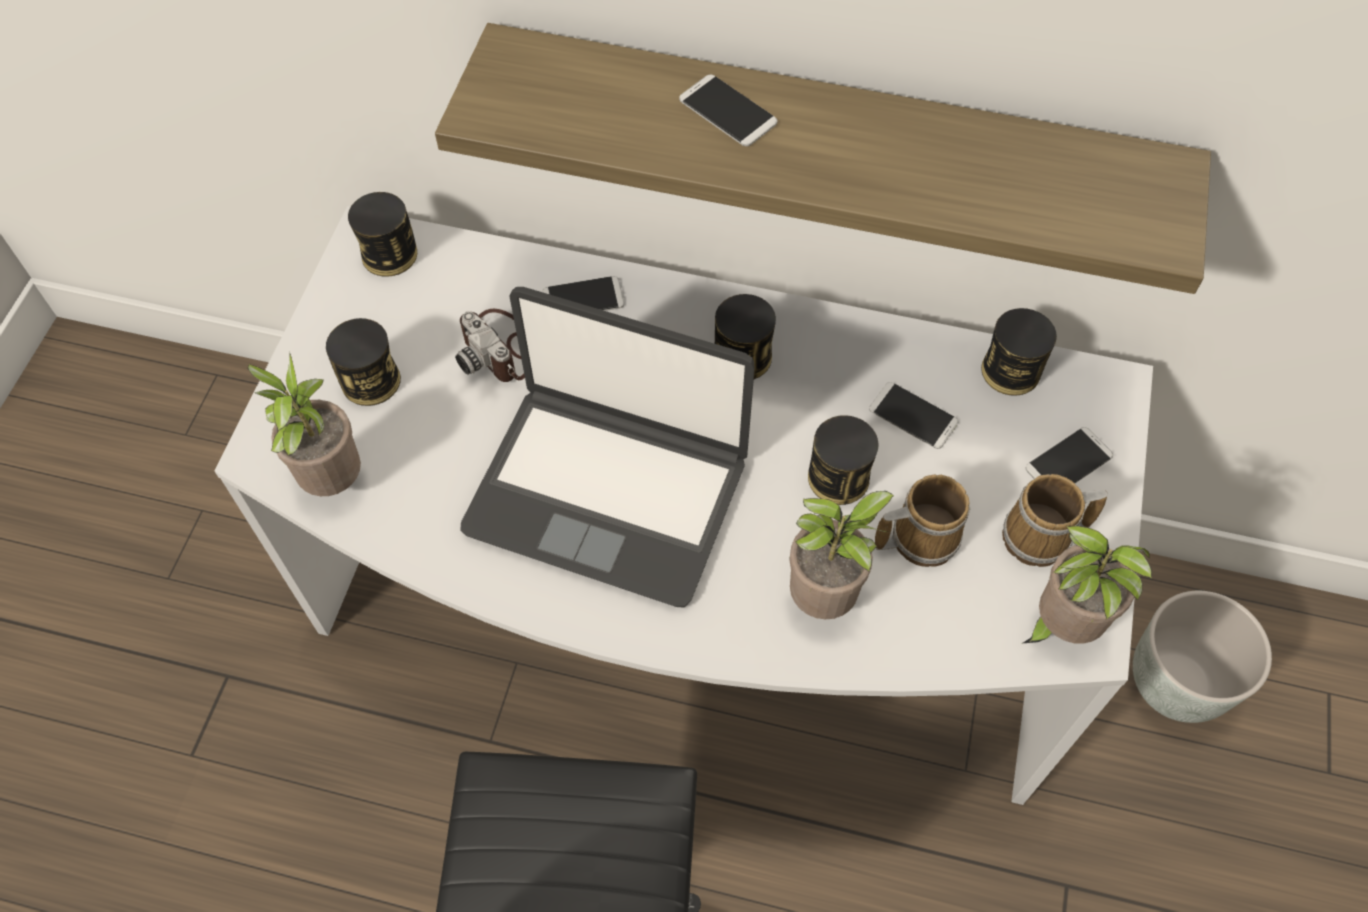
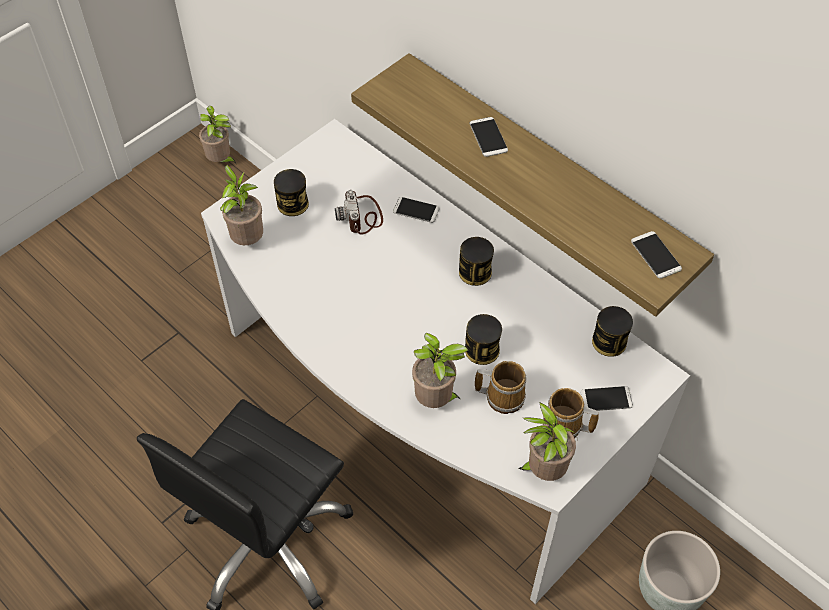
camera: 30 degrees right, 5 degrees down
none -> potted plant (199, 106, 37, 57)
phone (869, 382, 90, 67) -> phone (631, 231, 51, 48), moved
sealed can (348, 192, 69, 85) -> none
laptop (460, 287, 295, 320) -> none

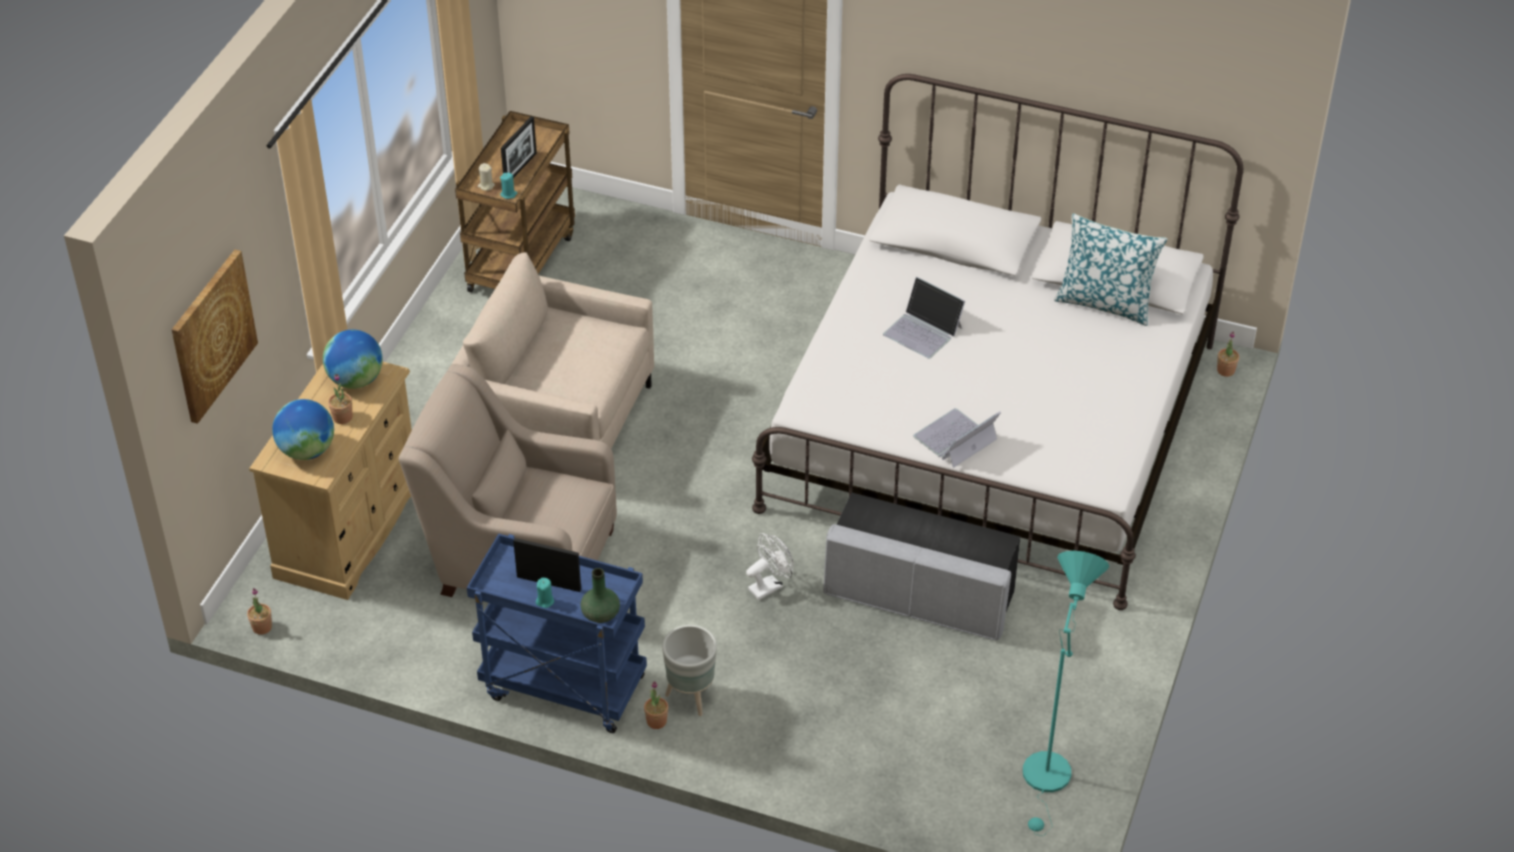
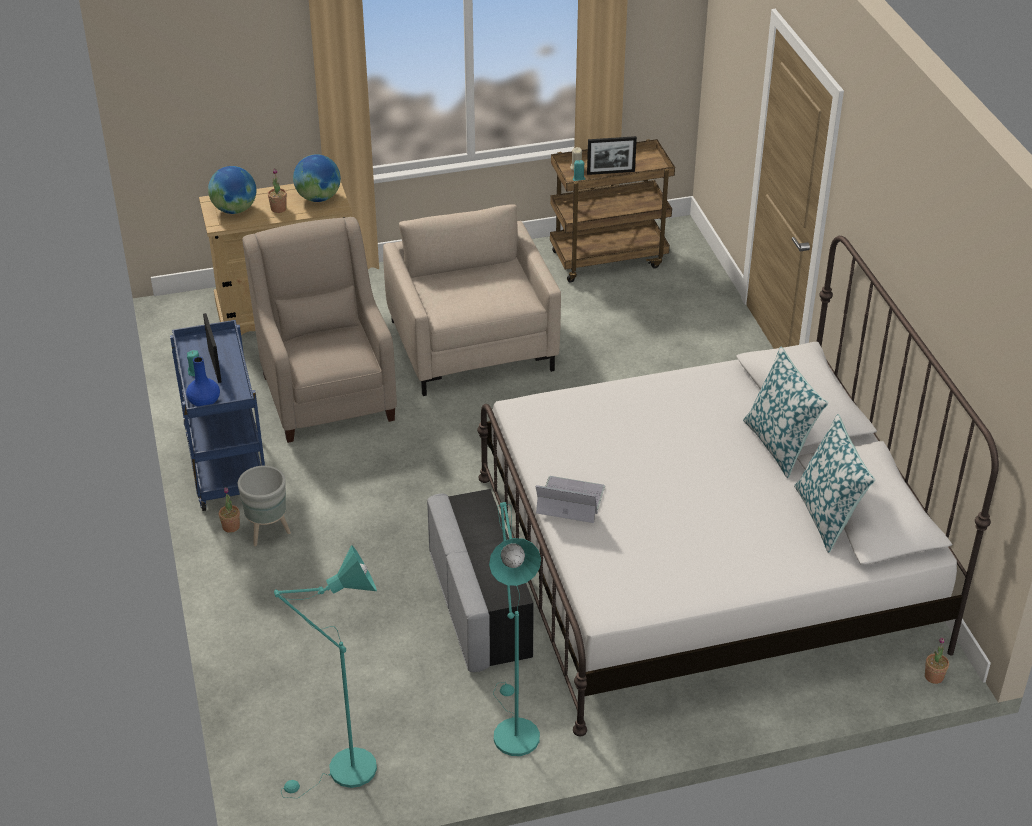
camera: 55 degrees right, 5 degrees down
green-coloured vase (581, 568, 39, 55) -> bluish vase (186, 357, 34, 49)
none -> turquoise-coloured standing lamp (489, 502, 52, 254)
none -> throw pillow (743, 346, 85, 132)
wall picture (172, 249, 86, 175) -> none
potted plant (247, 588, 25, 47) -> none
white cooling fan (746, 533, 48, 67) -> none
laptop (883, 277, 82, 81) -> none

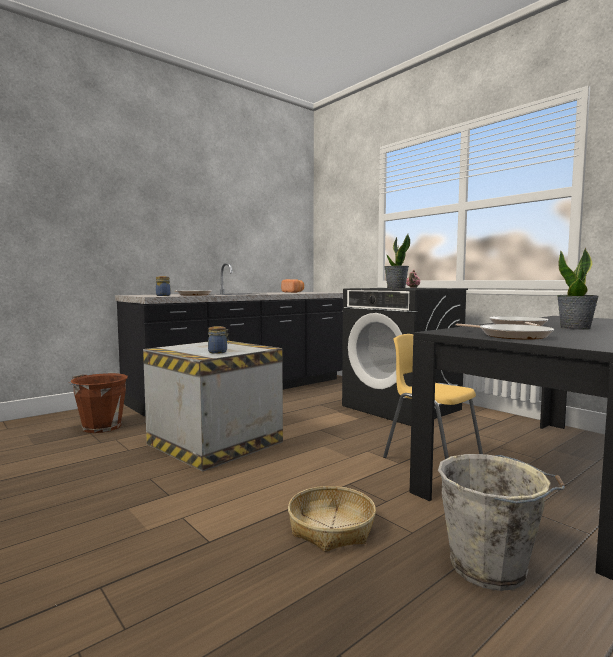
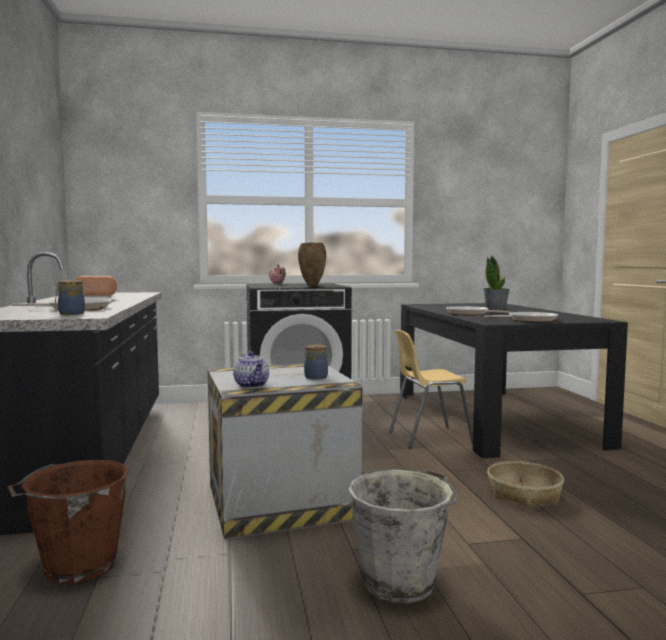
camera: 60 degrees left, 0 degrees up
none -> tea pot (233, 351, 36, 37)
potted plant (384, 234, 26, 55) -> brown-coloured vase (298, 243, 28, 44)
gray water bucket (438, 454, 128, 137) -> gray water bucket (348, 469, 110, 134), moved

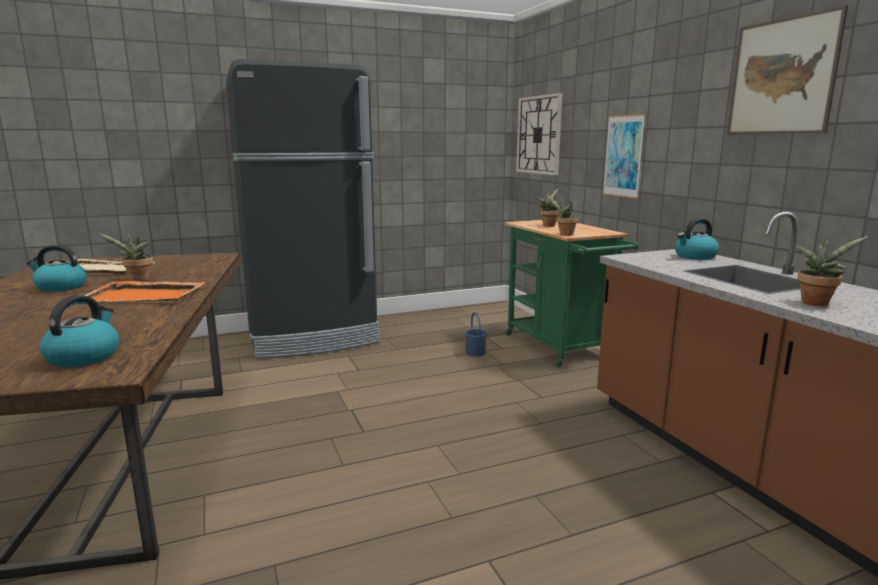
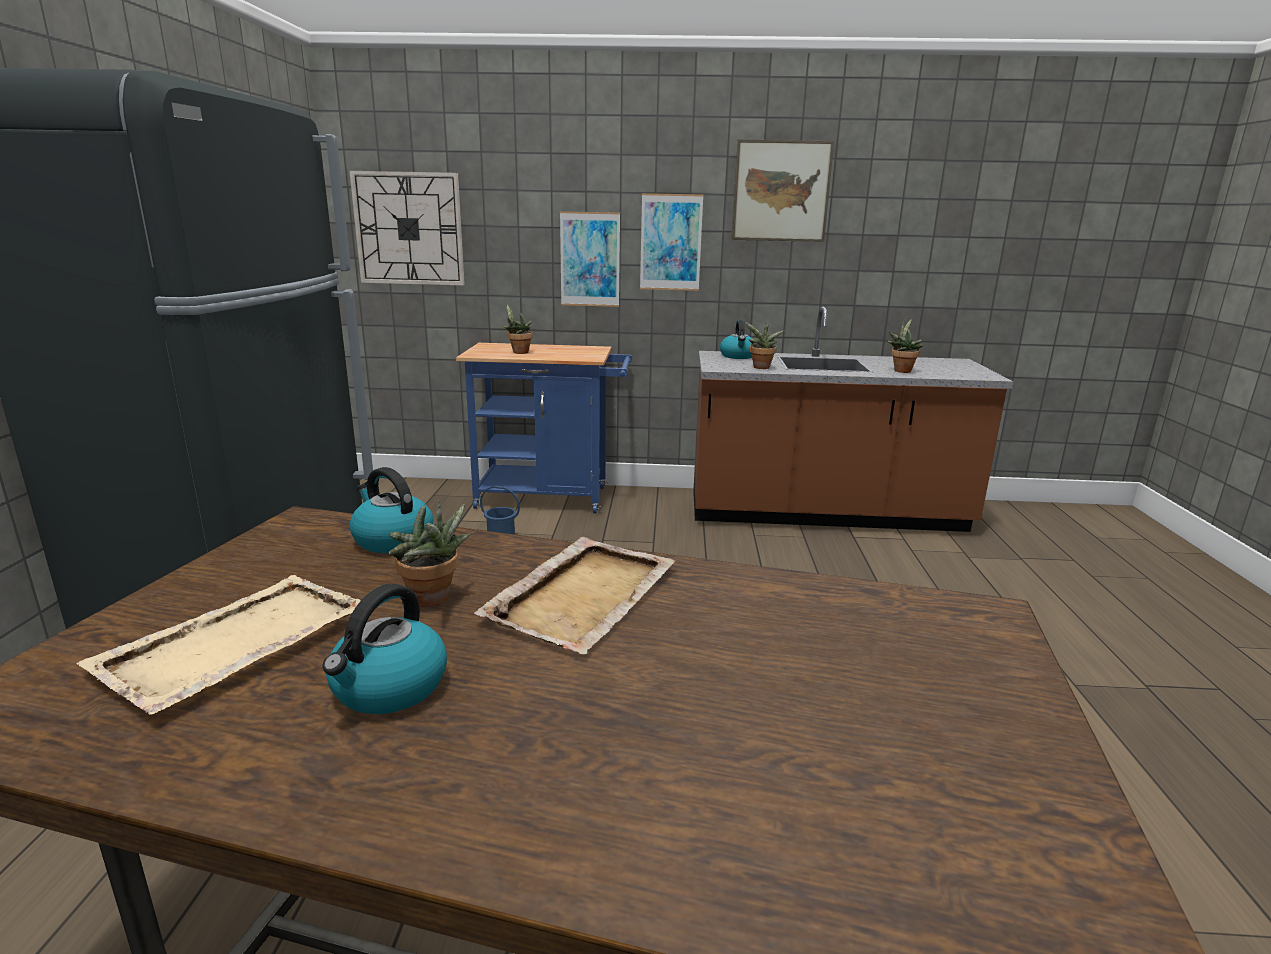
camera: 65 degrees left, 5 degrees up
kettle (40, 295, 79, 72) -> kettle (349, 467, 84, 86), moved
green-coloured cart (505, 220, 134, 148) -> bluish cart (456, 343, 176, 171)
orange-coloured tray (85, 281, 121, 21) -> beige tray (474, 537, 201, 117)
none -> wall picture (640, 193, 63, 98)
potted plant (545, 195, 33, 41) -> potted plant (744, 320, 41, 49), moved

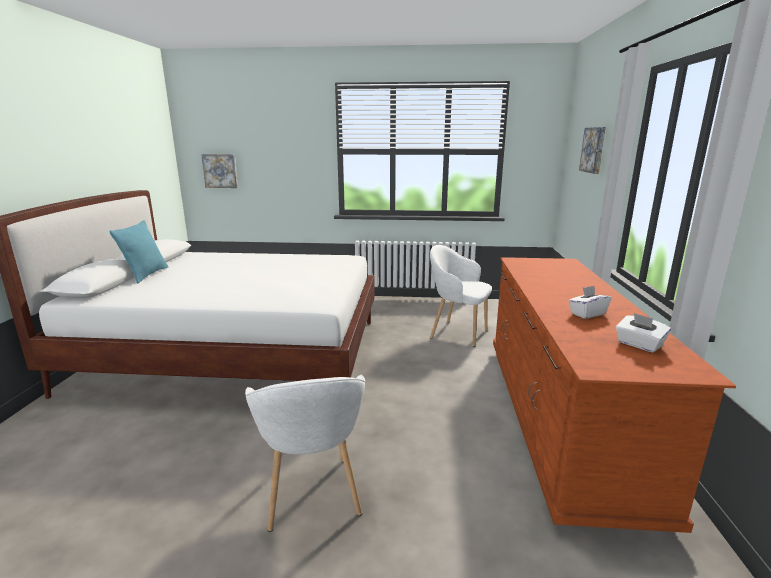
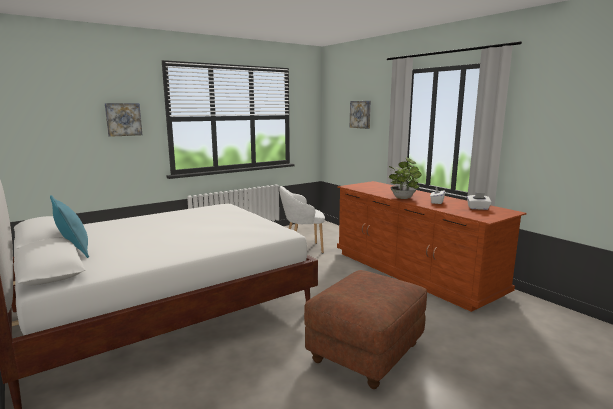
camera: 40 degrees left, 5 degrees down
wall picture (201, 154, 37, 34) -> wall picture (105, 103, 37, 34), moved
white lounge chair (245, 375, 120, 157) -> brown-coloured pouffe (304, 270, 123, 119)
none -> potted plant (388, 157, 33, 42)

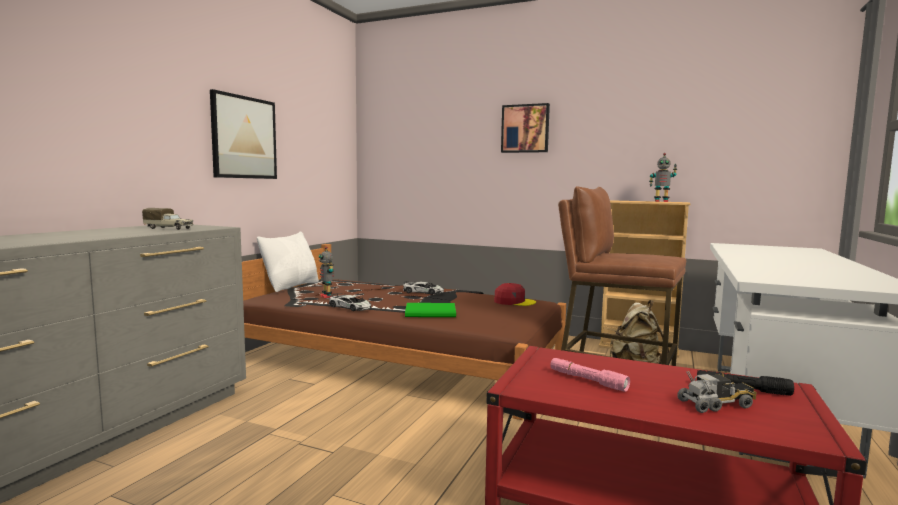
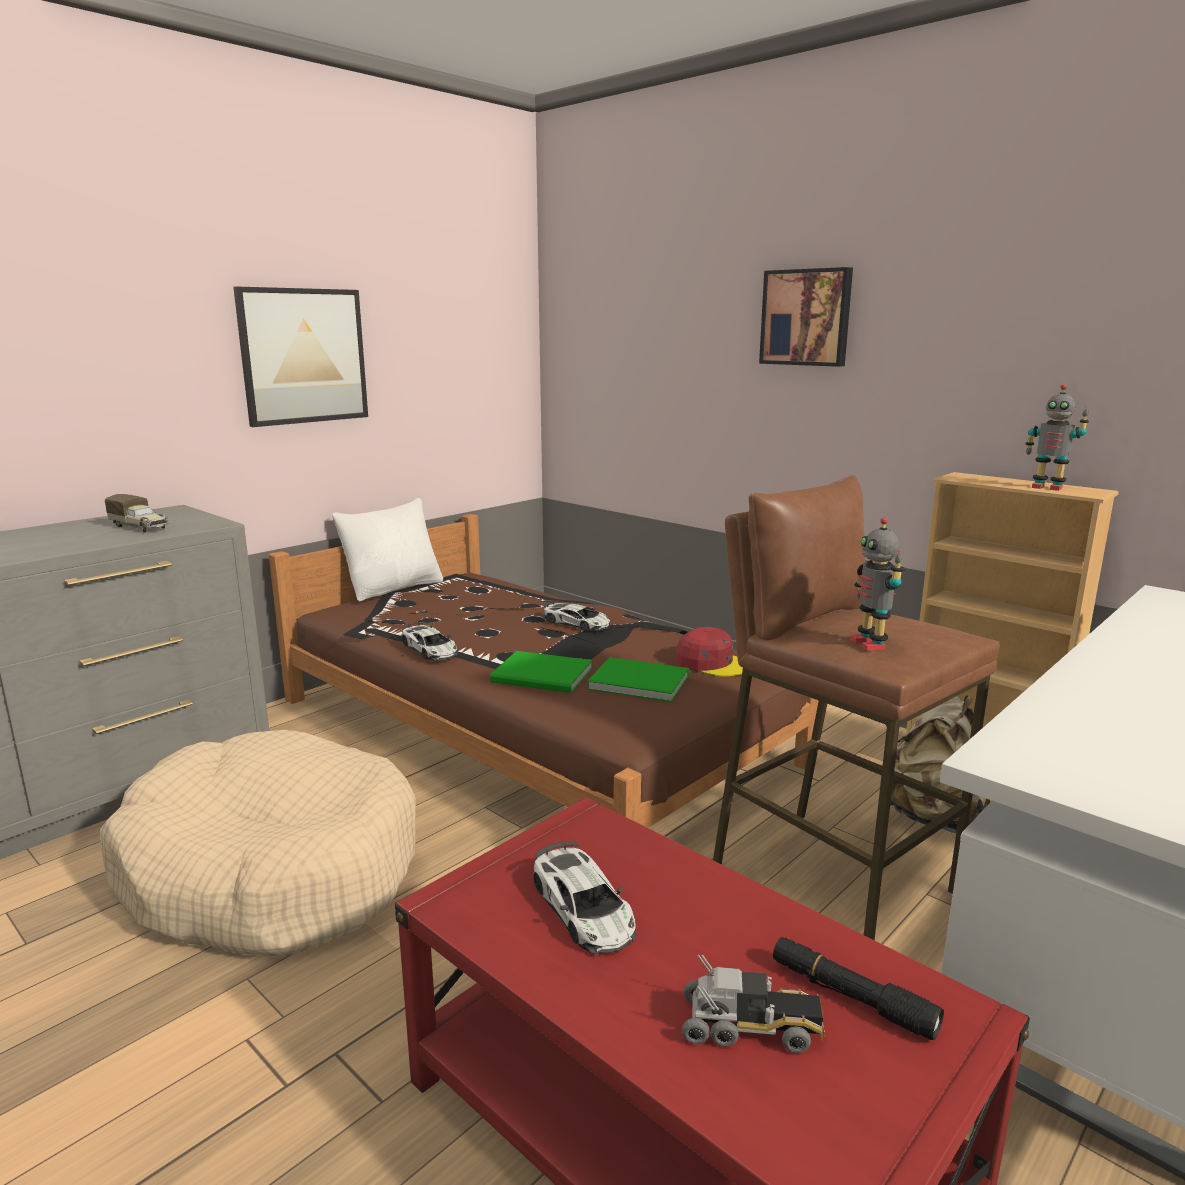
camera: 20 degrees right, 10 degrees up
none -> beige dog bed (100, 730, 316, 227)
pinkish hand torch (550, 358, 80, 34) -> model car (533, 842, 103, 112)
none -> green-coloured book (587, 657, 102, 45)
model robot (319, 247, 15, 51) -> model robot (850, 517, 55, 134), moved

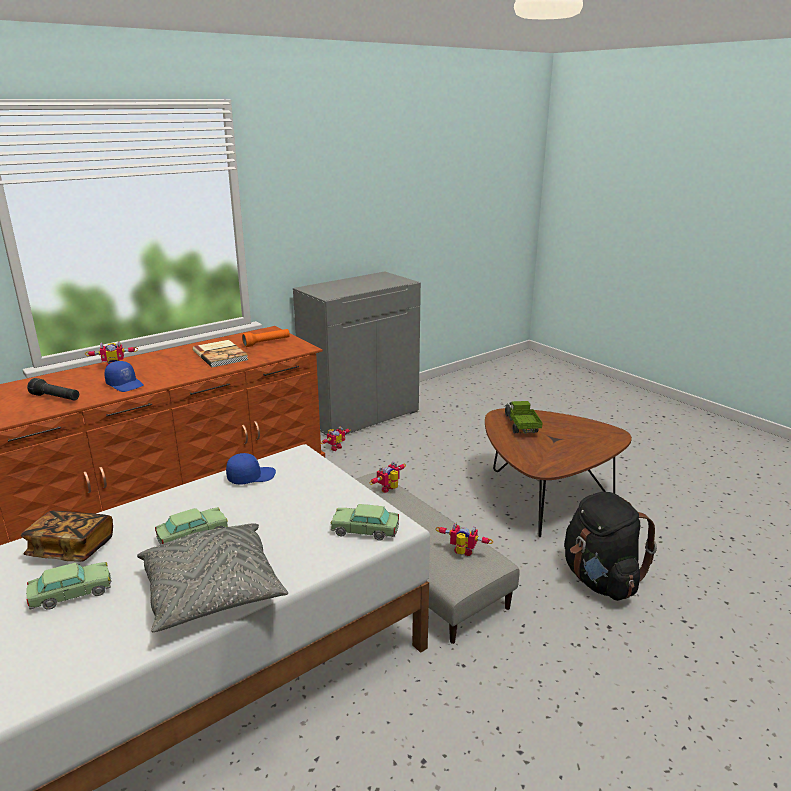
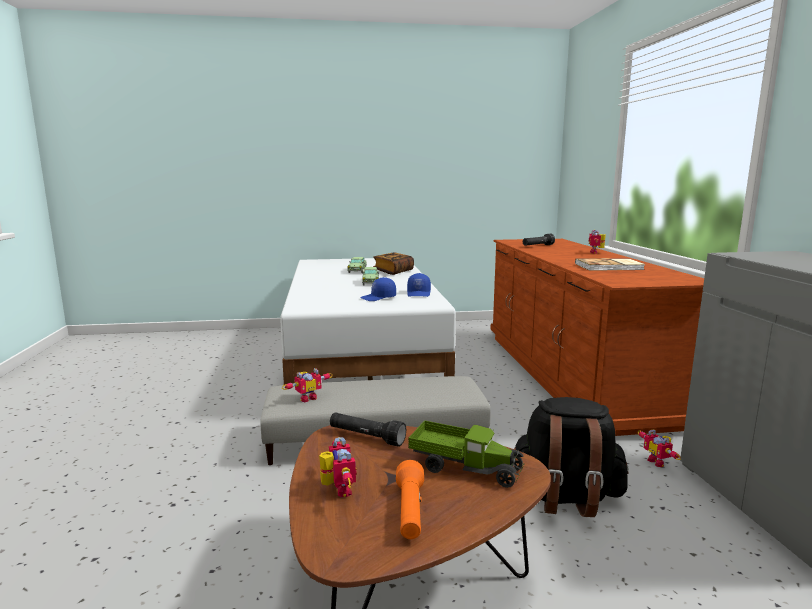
camera: 120 degrees right, 10 degrees down
model robot (369, 462, 37, 31) -> model robot (319, 437, 38, 60), moved
none -> blackish hand torch (330, 413, 76, 34)
bluish baseball cap (104, 361, 40, 31) -> bluish baseball cap (360, 277, 36, 24), moved
orange-coloured hand torch (242, 329, 48, 18) -> orange-coloured hand torch (396, 460, 28, 79), moved
blackish rucksack (564, 492, 93, 109) -> blackish rucksack (514, 397, 115, 120), moved
gray throw pillow (137, 524, 151, 108) -> none
model car (331, 504, 68, 37) -> none

